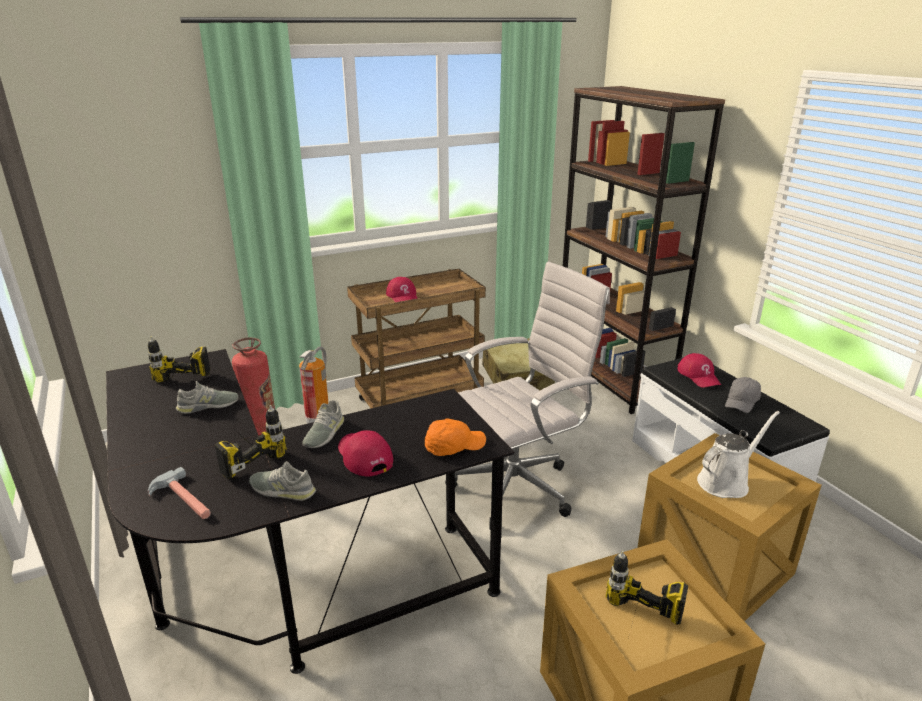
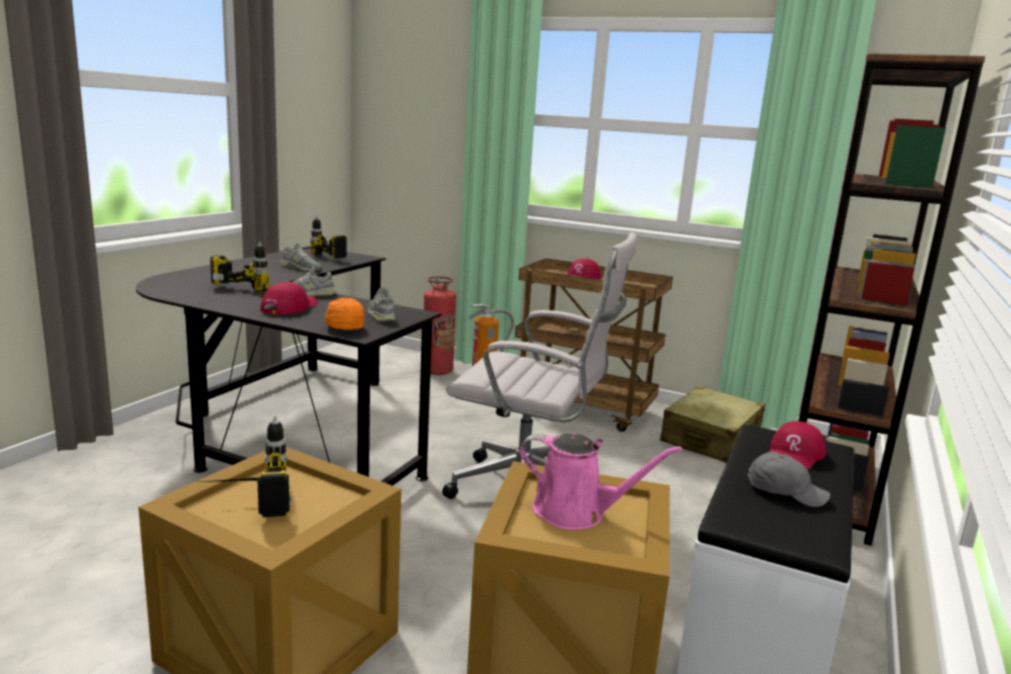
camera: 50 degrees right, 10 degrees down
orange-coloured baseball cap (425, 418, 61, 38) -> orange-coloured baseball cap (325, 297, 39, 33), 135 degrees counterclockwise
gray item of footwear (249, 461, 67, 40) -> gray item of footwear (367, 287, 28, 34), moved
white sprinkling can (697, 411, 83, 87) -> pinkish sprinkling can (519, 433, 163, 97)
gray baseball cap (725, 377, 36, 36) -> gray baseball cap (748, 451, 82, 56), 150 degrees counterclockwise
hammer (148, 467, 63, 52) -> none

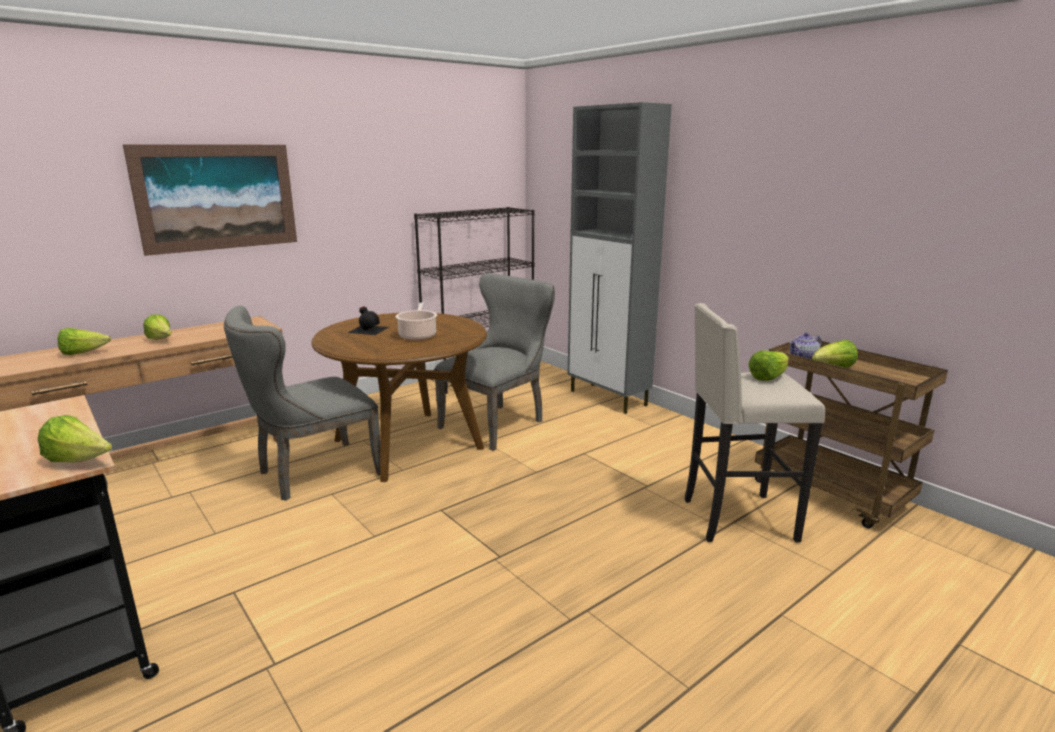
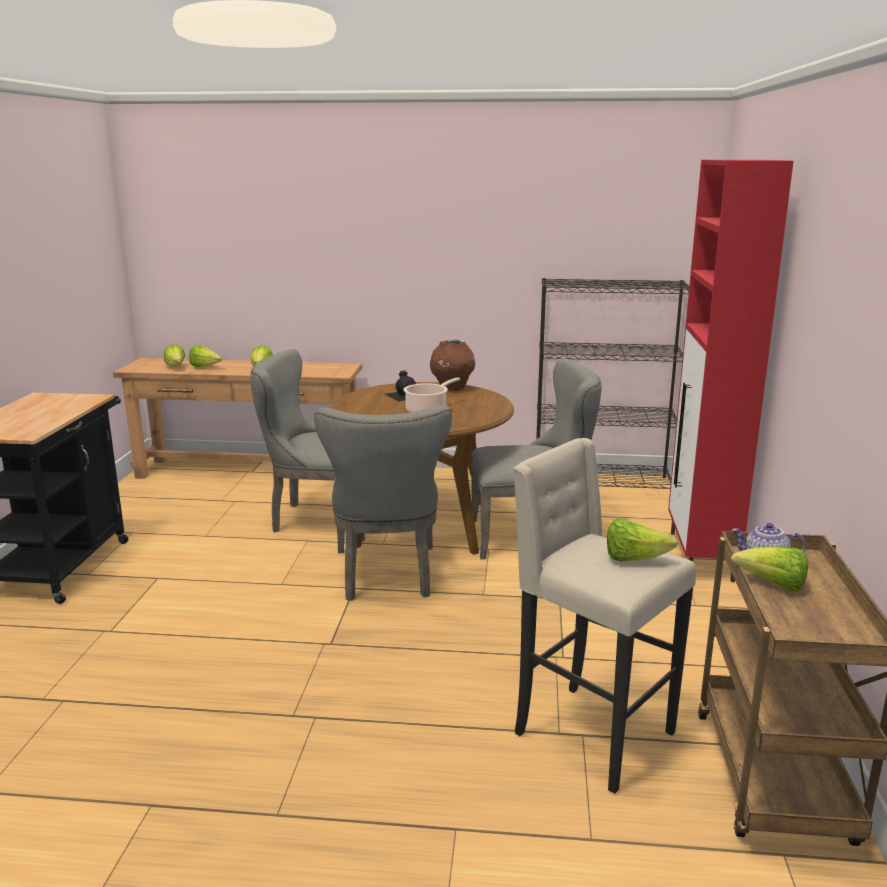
camera: 45 degrees right, 0 degrees up
lettuce (38, 415, 74, 48) -> lettuce (164, 344, 21, 22), moved
none -> gray chair (314, 405, 138, 196)
none -> brown-coloured vase (430, 340, 45, 51)
gray cabinet (568, 102, 104, 312) -> red-coloured cabinet (668, 160, 126, 422)
wall picture (123, 144, 174, 112) -> none

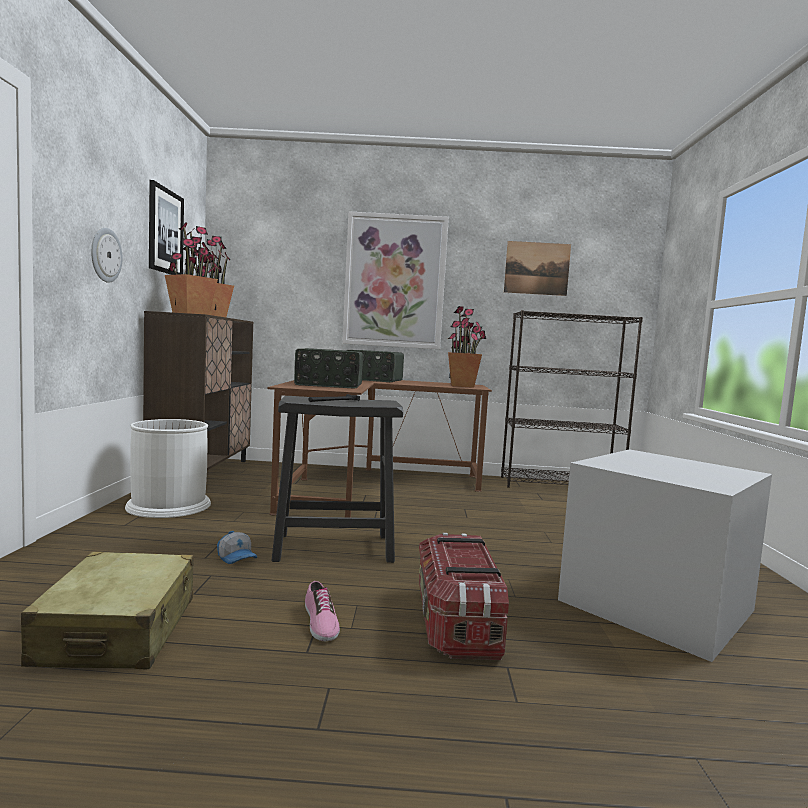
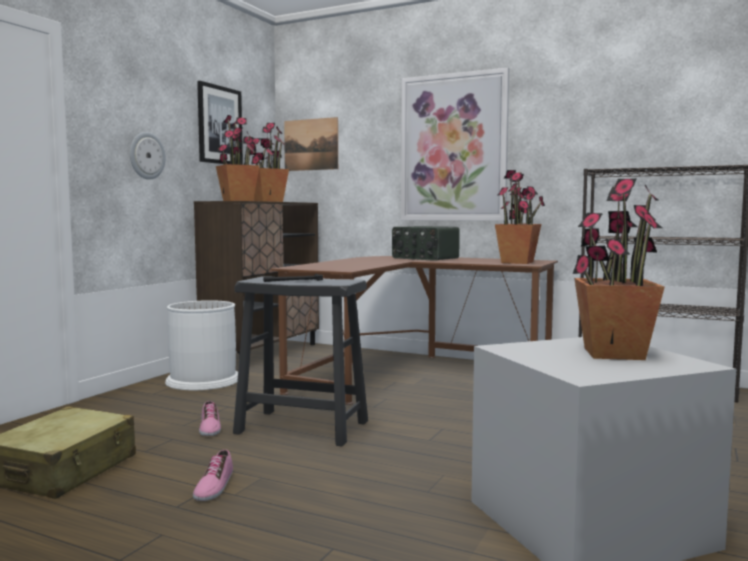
camera: 25 degrees right, 0 degrees up
baseball cap (217, 531, 40, 33) -> item of footwear (199, 401, 22, 35)
wall picture (504, 241, 67, 55) -> wall picture (284, 117, 54, 54), moved
none -> potted plant (573, 178, 92, 182)
radio receiver (294, 348, 69, 40) -> none
storage bin (419, 533, 90, 127) -> none

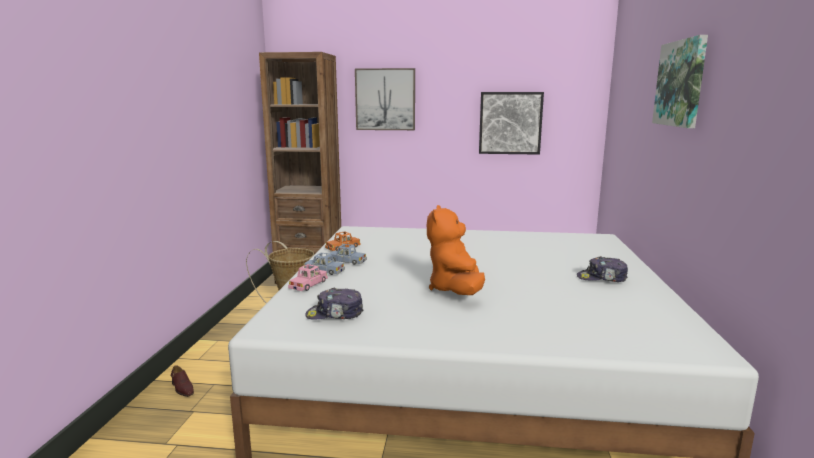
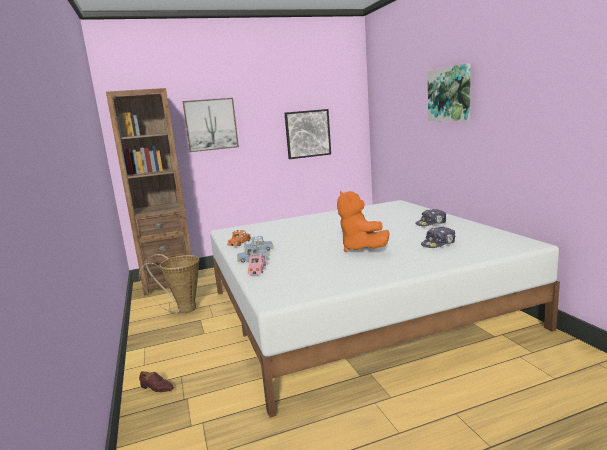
camera: 25 degrees left, 0 degrees up
baseball cap (305, 288, 59, 31) -> baseball cap (421, 226, 34, 22), moved

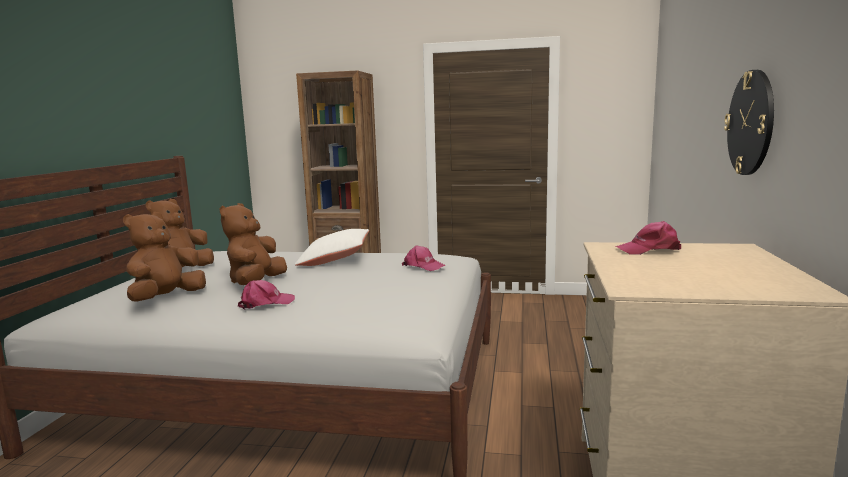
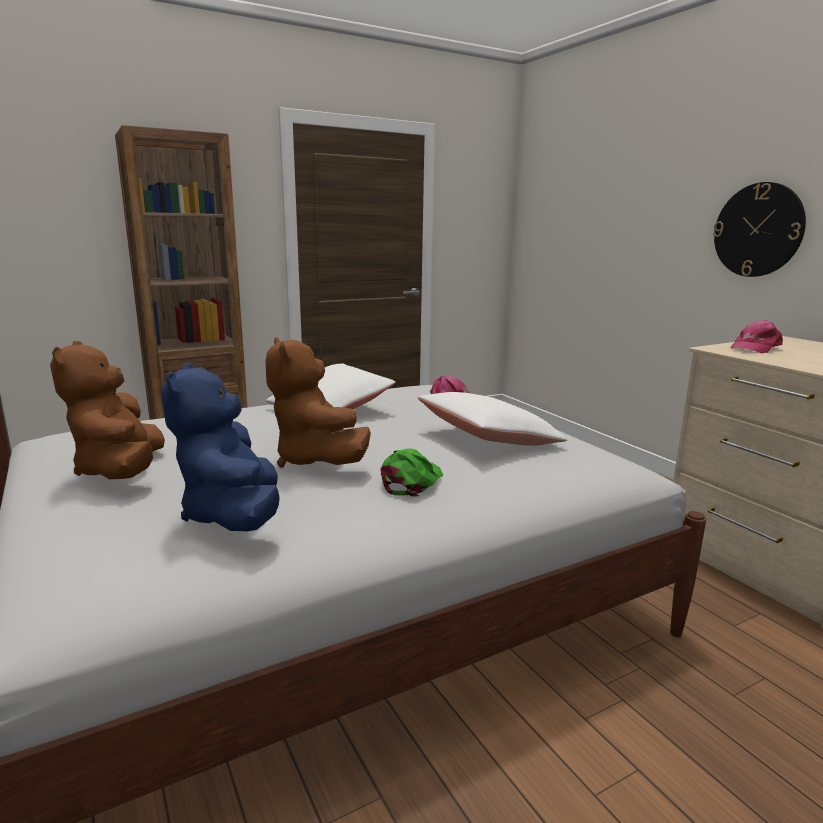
camera: 40 degrees left, 5 degrees up
brown-coloured plush toy (123, 212, 83, 90) -> bluish plush toy (161, 363, 118, 169)
pinkish baseball cap (238, 280, 57, 30) -> green-coloured baseball cap (381, 449, 62, 47)
none -> white throw pillow (418, 392, 149, 54)

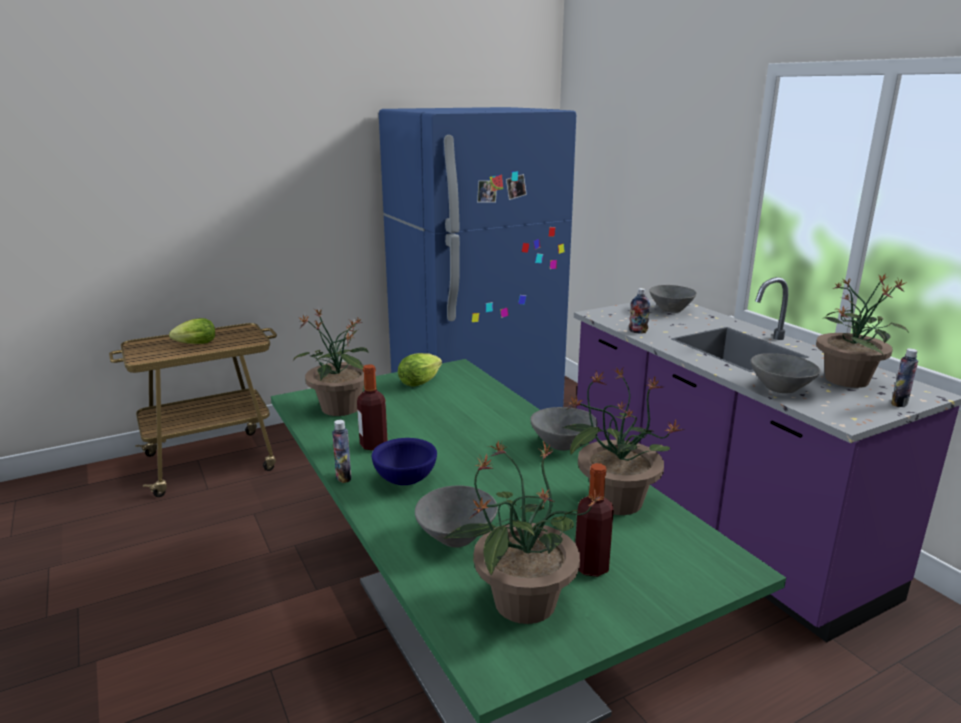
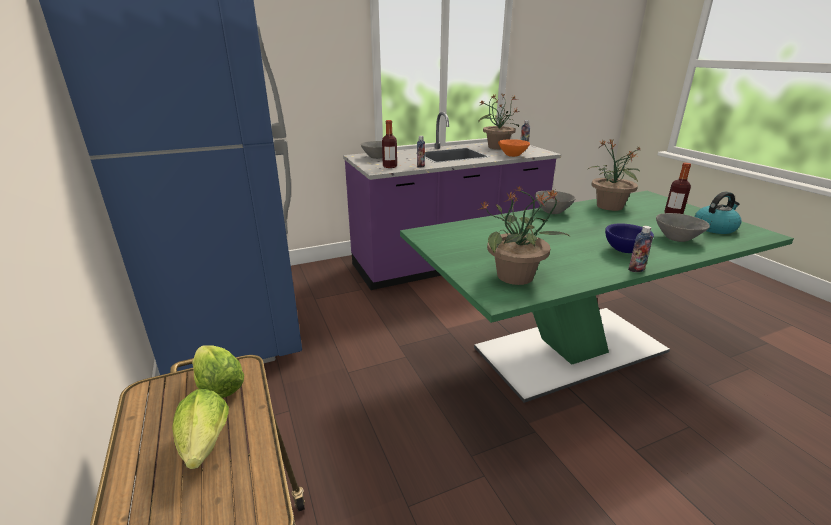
camera: 85 degrees left, 5 degrees up
lettuce (398, 353, 44, 34) -> lettuce (192, 345, 52, 53), moved
beverage bottle (357, 364, 31, 86) -> beverage bottle (382, 120, 15, 48), moved
gray serving bowl (751, 353, 70, 40) -> orange-coloured serving bowl (498, 139, 32, 18)
potted plant (444, 440, 160, 184) -> kettle (695, 192, 47, 42)

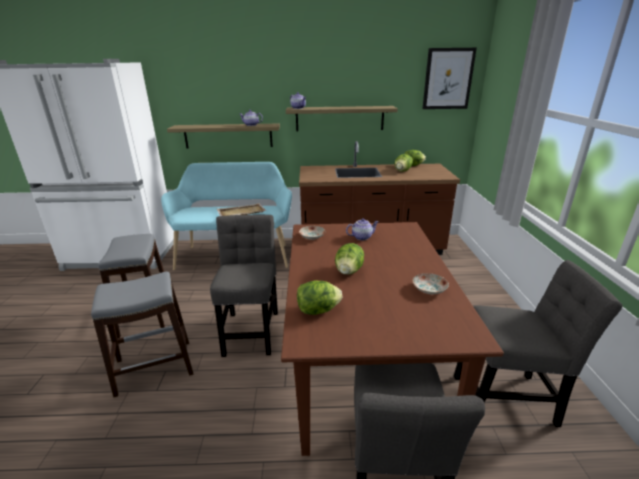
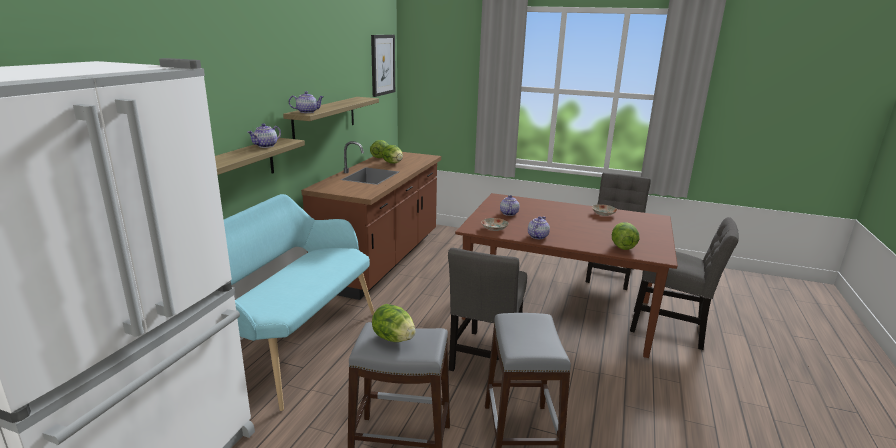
camera: 70 degrees left, 5 degrees down
lettuce (335, 243, 29, 32) -> lettuce (372, 304, 44, 38), moved
gray chair (210, 215, 68, 142) -> gray chair (448, 248, 79, 123), 90 degrees counterclockwise
none -> tea pot (528, 216, 22, 23)
beige tray (217, 203, 49, 13) -> none

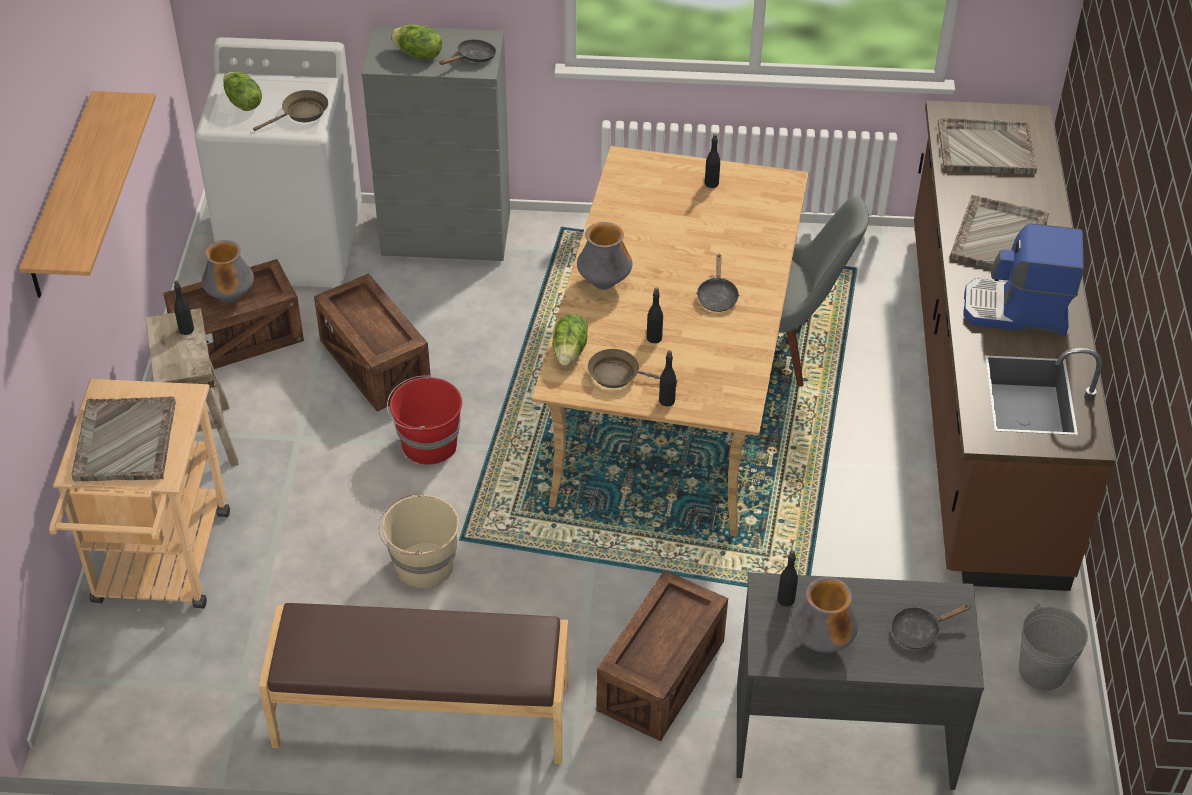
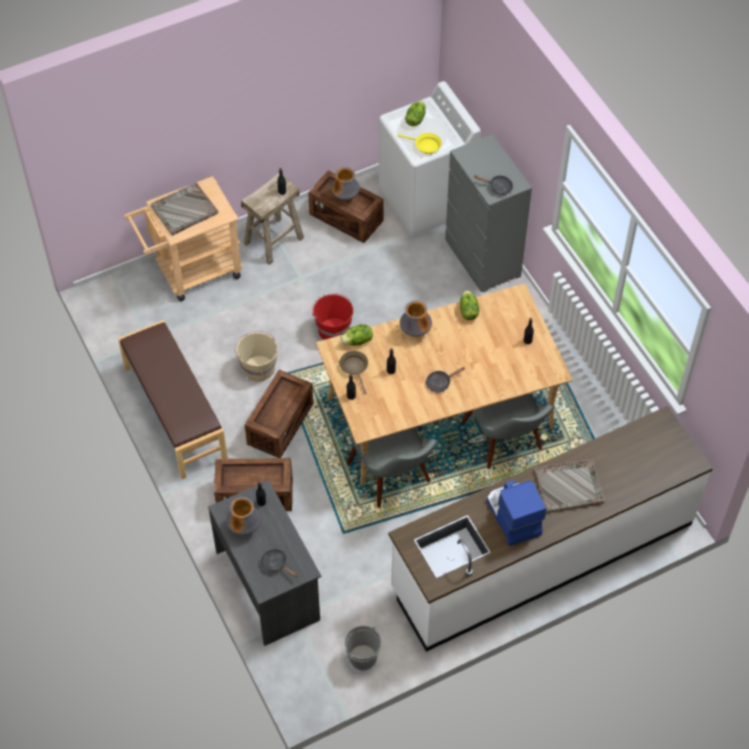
camera: 60 degrees right, 10 degrees up
crate (314, 273, 117, 139) -> crate (245, 370, 69, 88), moved
none -> gray chair (347, 428, 90, 80)
brown-coloured kitchen base unit (914, 100, 201, 491) -> white kitchen base unit (389, 406, 324, 246)
brown-coloured pan (253, 90, 75, 41) -> yellow-coloured pan (397, 133, 45, 21)
lettuce (390, 24, 52, 35) -> lettuce (460, 290, 19, 30), moved
bracket shelf (19, 91, 137, 207) -> none
gray tray (938, 118, 99, 56) -> none

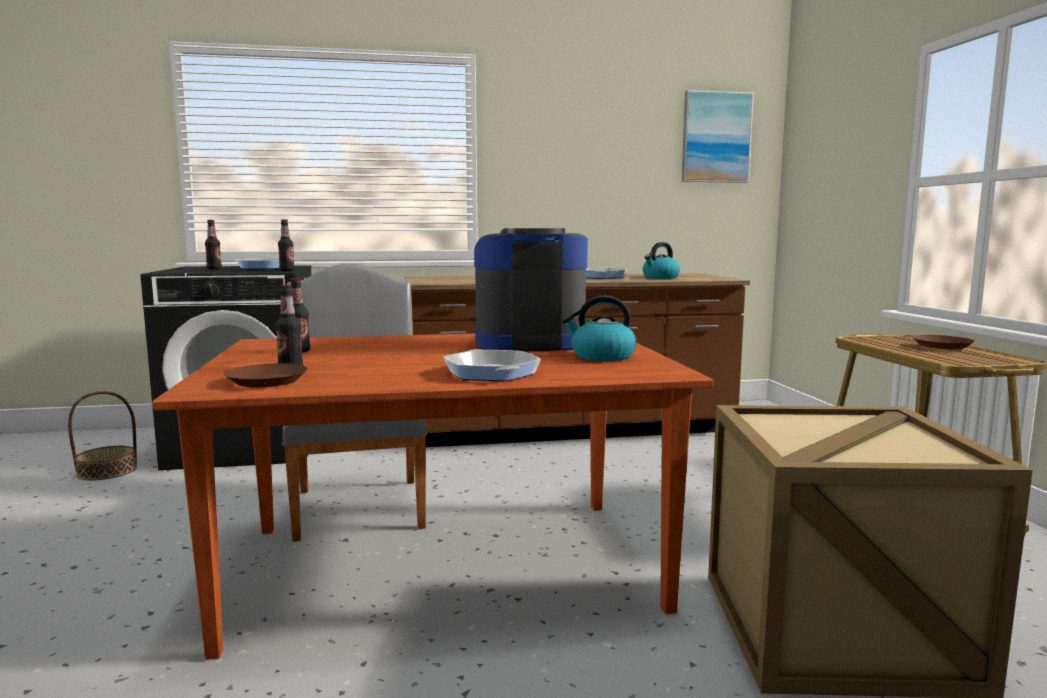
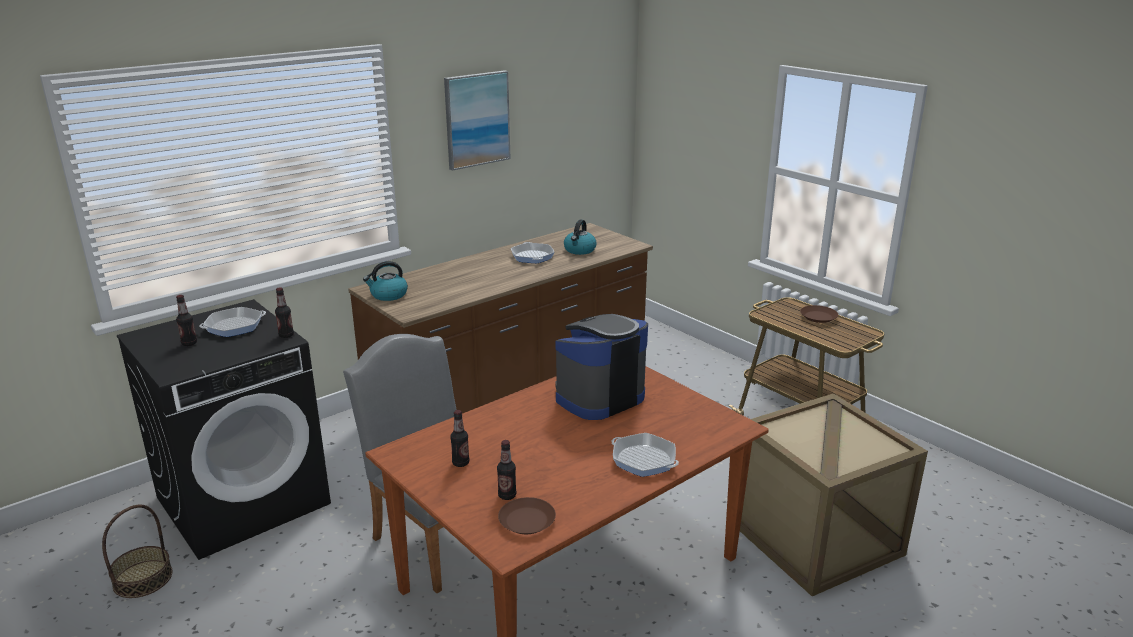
camera: 30 degrees left, 15 degrees up
kettle (562, 296, 74, 65) -> kettle (363, 261, 45, 40), moved
wall picture (682, 90, 72, 93) -> wall picture (444, 70, 67, 101), moved

